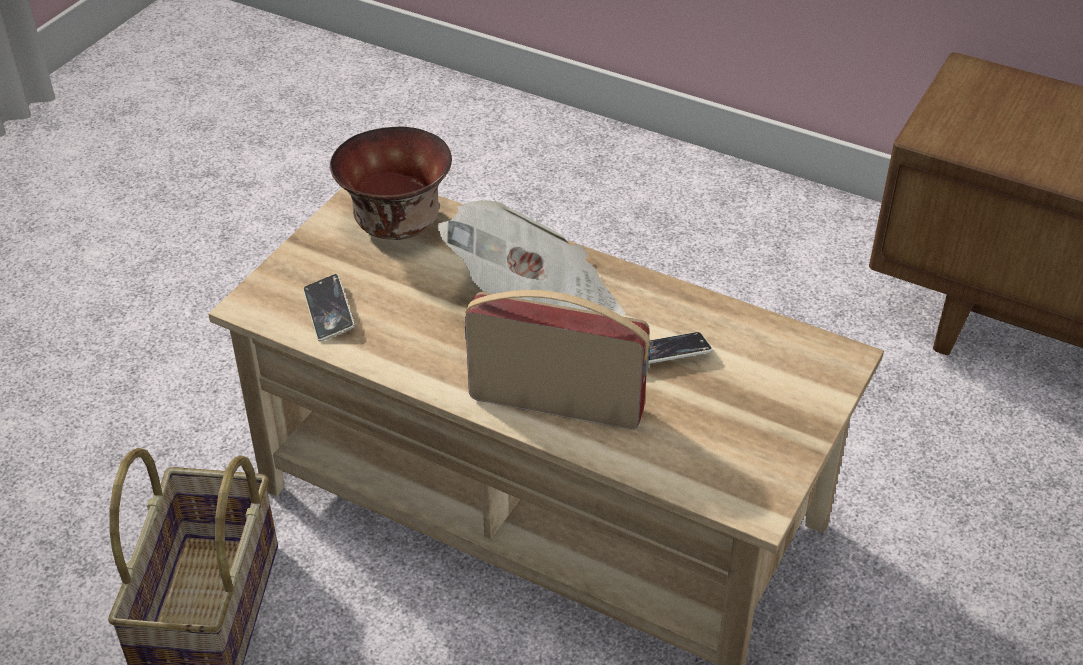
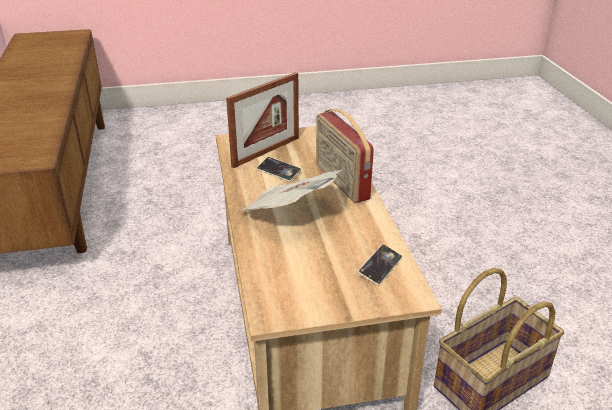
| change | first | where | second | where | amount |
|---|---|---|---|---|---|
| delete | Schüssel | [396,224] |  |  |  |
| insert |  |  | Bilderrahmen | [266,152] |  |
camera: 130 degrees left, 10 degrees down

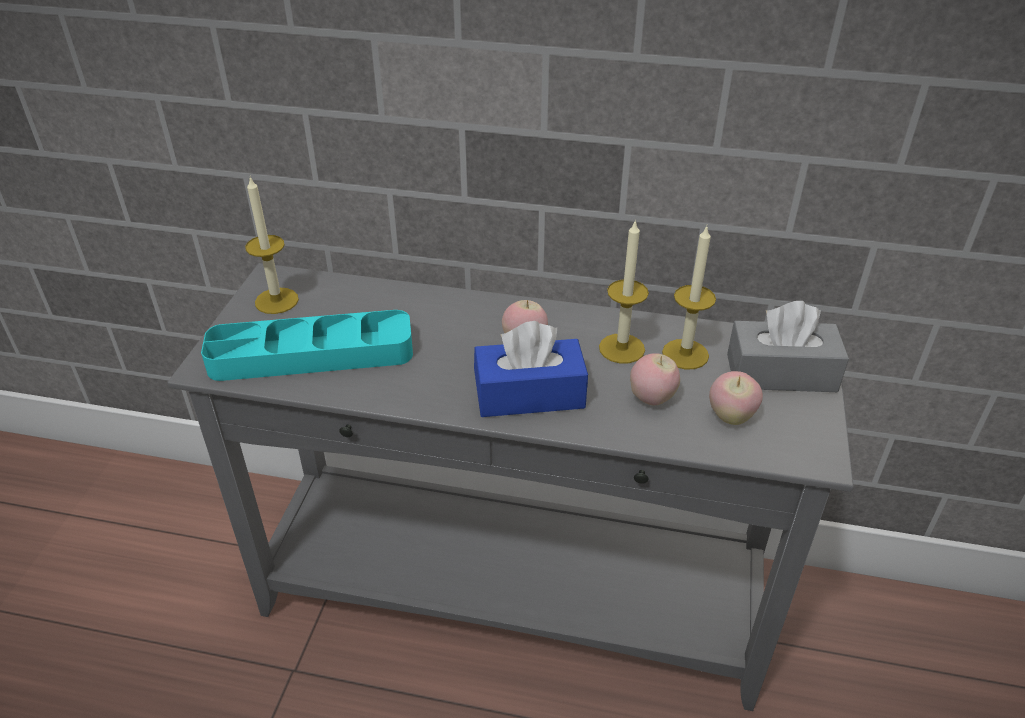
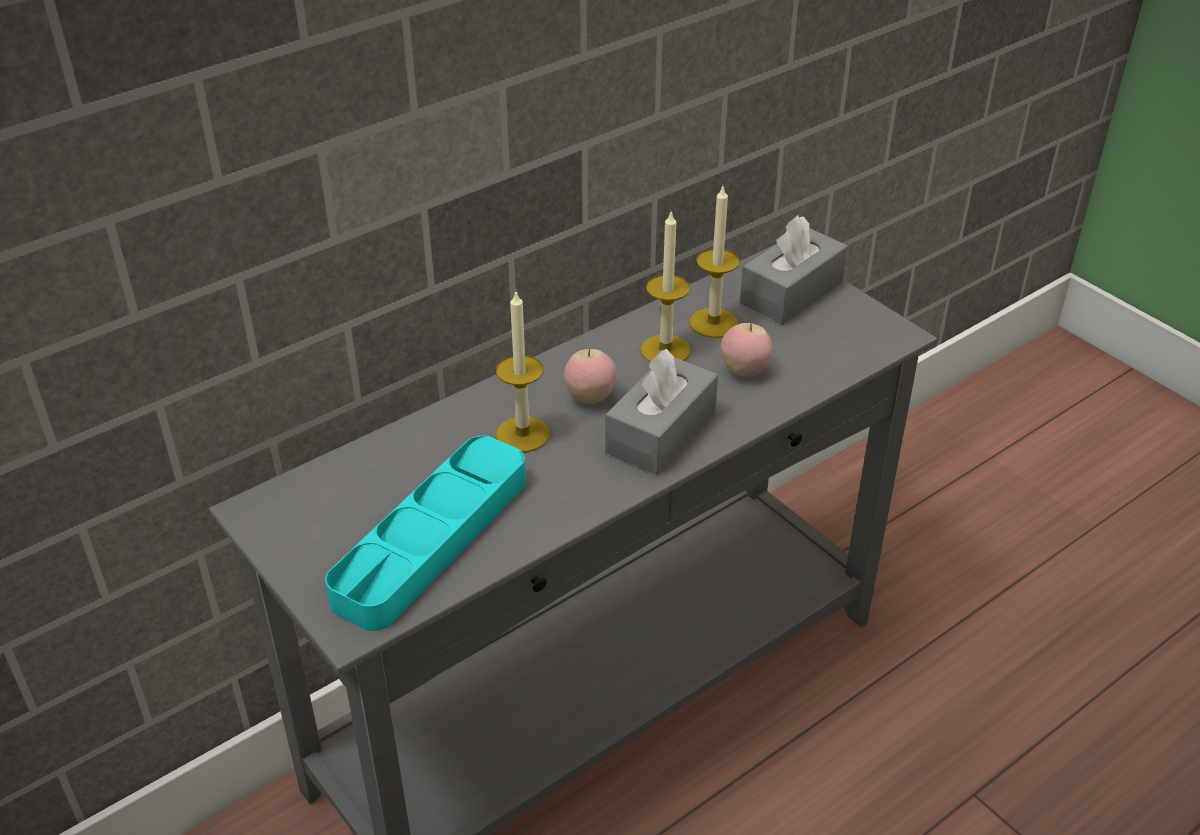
| change | first | where | second | where | amount |
|---|---|---|---|---|---|
| move | Kerze | [276,301] |  | [522,434] |  |
| recolor | Taschentuchbox (blau) | [529,394] | Taschentuchbox (grau) | [661,432] |  |
| delete | Apfel | [730,417] |  |  |  |
camera: 50 degrees left, 0 degrees up

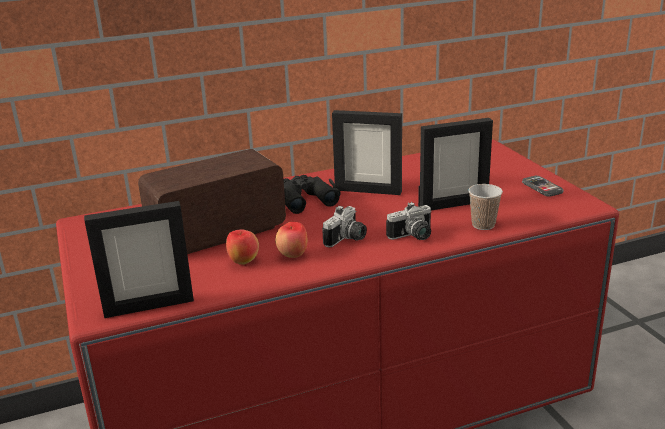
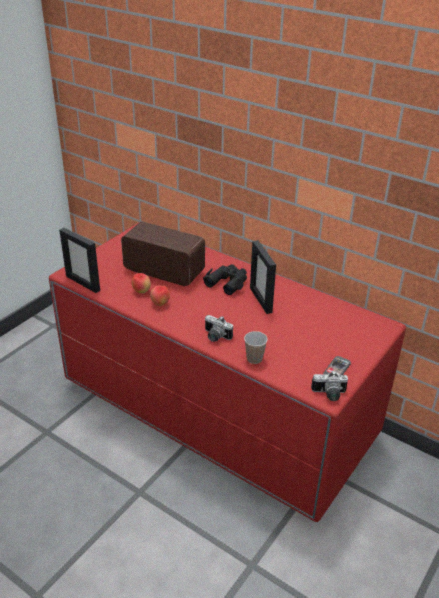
| change | first | where | second | where | amount |
|---|---|---|---|---|---|
| delete | Bilderrahmen | [453,204] |  |  |  |
| move | Kamera | [347,239] |  | [329,394] |  |
camera: 55 degrees right, 10 degrees up

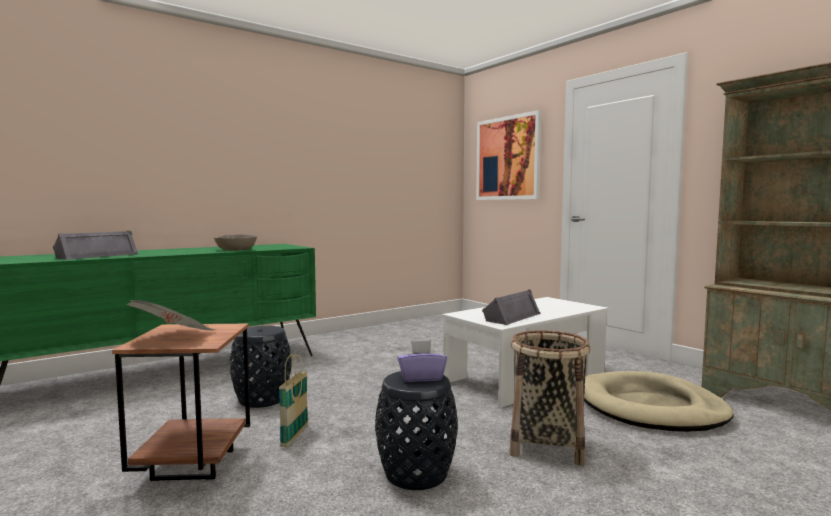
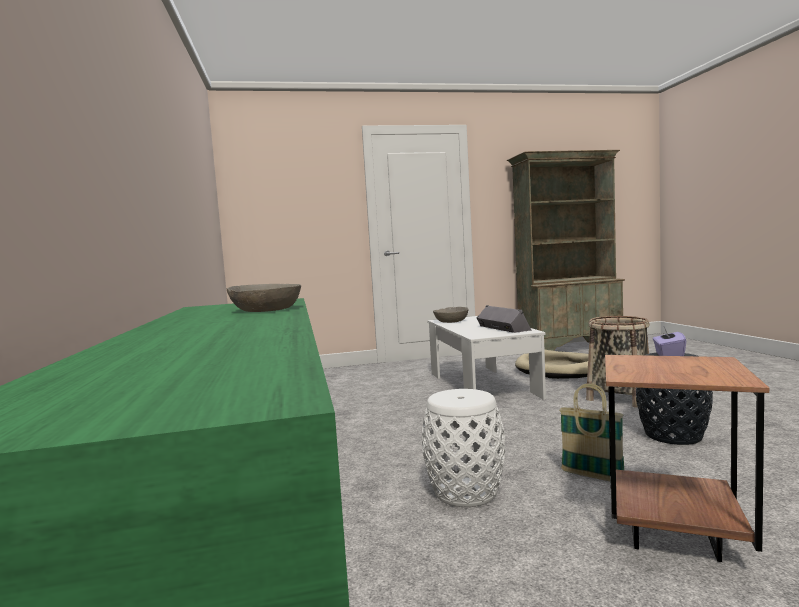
| change | first | where | second | where | amount |
|---|---|---|---|---|---|
| delete | Bild | [507,158] |  |  |  |
| delete | Lautsprecher (grau) | [97,256] |  |  |  |
| delete | Zeitung | [175,337] |  |  |  |
| recolor | Hocker (schwarz) | [262,399] | Hocker (weiß) | [465,492] |  |
| insert |  |  | Schüssel (grau) | [451,321] |  |
camera: 65 degrees left, 0 degrees up

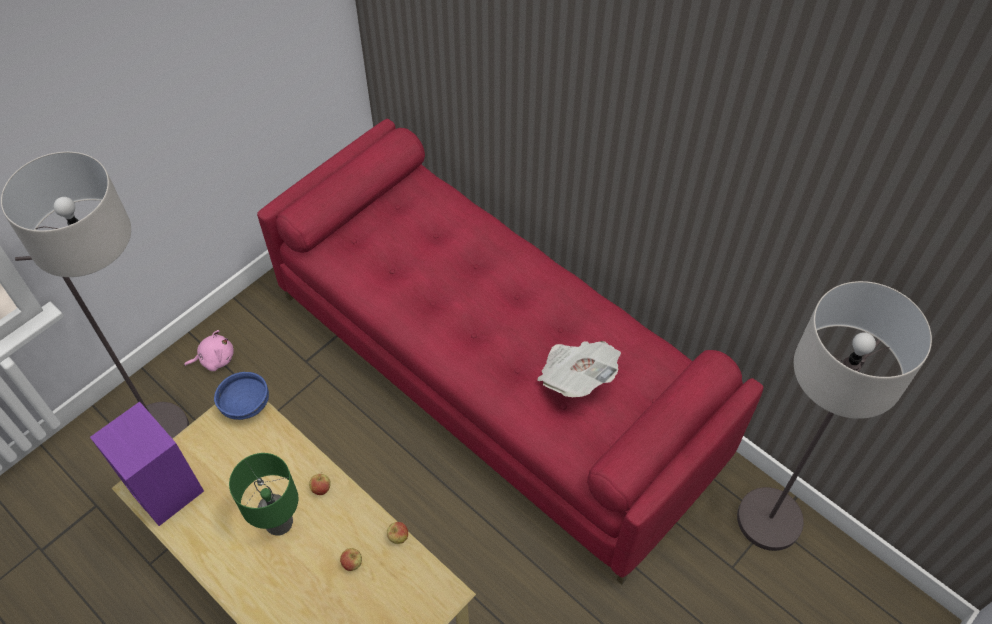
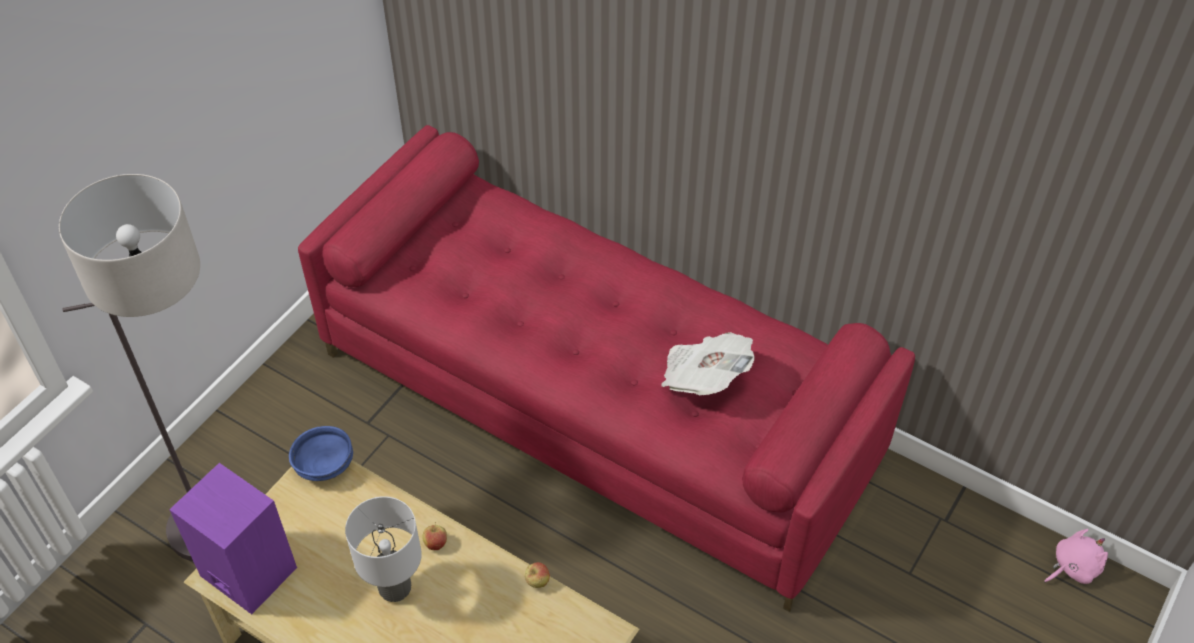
| change | first | where | second | where | amount |
|---|---|---|---|---|---|
| delete | Stehlampe (grau) | [757,533] |  |  |  |
| move | Plüschtier (rosa) | [215,359] |  | [1072,567] |  |
| recolor | Tischlampe (grün) | [278,524] | Tischlampe (weiß) | [393,590] |  |
| delete | Apfel | [352,563] |  |  |  |
camera: 10 degrees left, 5 degrees down

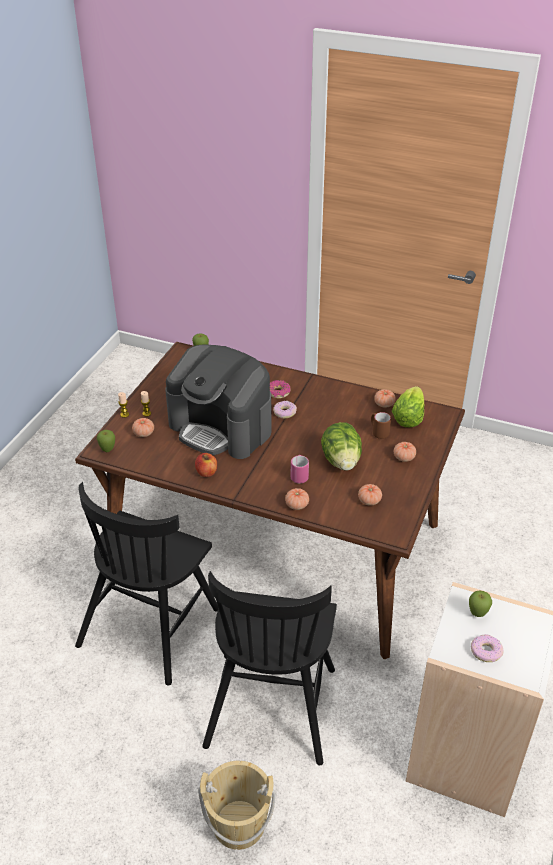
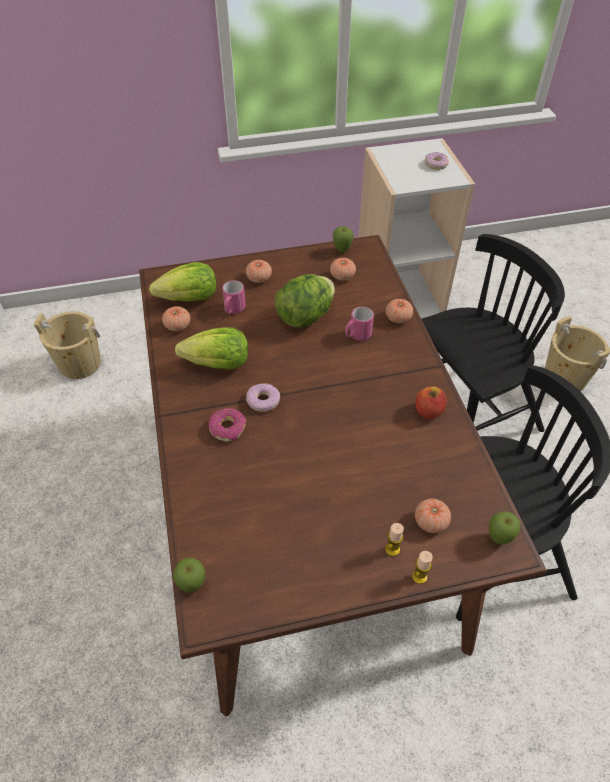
| change | first | where | second | where | amount |
|---|---|---|---|---|---|
| delete | Kaffeemaschine | [221,427] |  |  |  |
| recolor | Henkelbecher (braun) | [378,432] | Henkelbecher (rosa) | [233,310] |  |
| move | Apfel | [477,614] |  | [342,250] |  |
| insert |  |  | Eimer (beige) | [80,364] |  |
| insert |  |  | Salatkopf | [218,364] |  |
camera: 125 degrees left, 10 degrees up

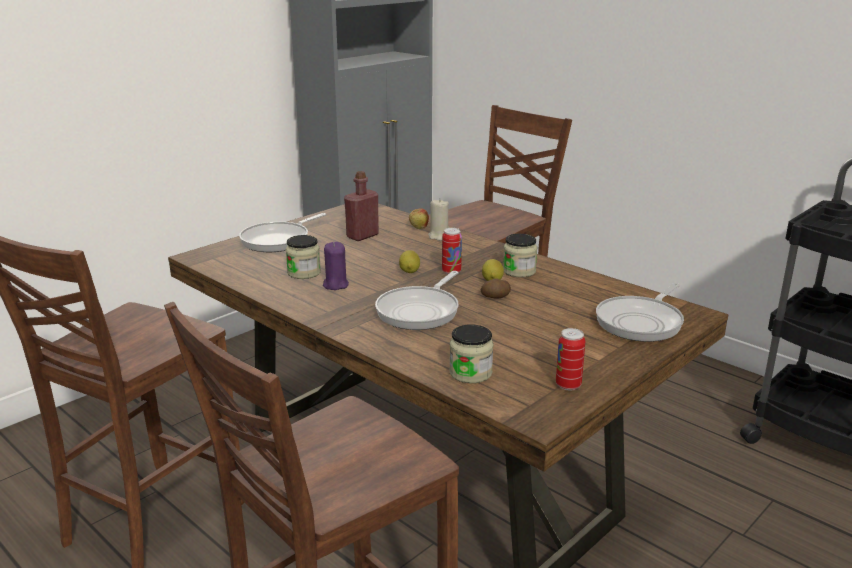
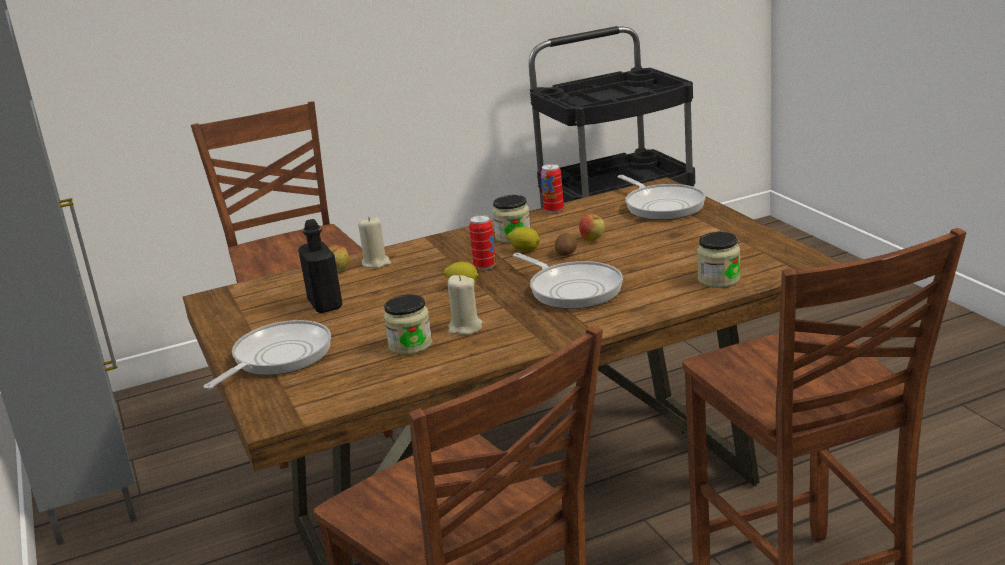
| change | first | where | second | where | amount |
|---|---|---|---|---|---|
| recolor | Flasche (rot) | [362,236] | Flasche (schwarz) | [325,304] |  |
| rotate | Pfanne | [279,240] |  | [278,358] | 120 degrees counterclockwise |
| recolor | Kerze (lila) | [335,285] | Kerze (beige) | [465,328] |  |
| move | Dose | [568,385] |  | [553,210] |  |
| insert |  |  | Apfel | [592,240] |  |
camera: 65 degrees left, 0 degrees up

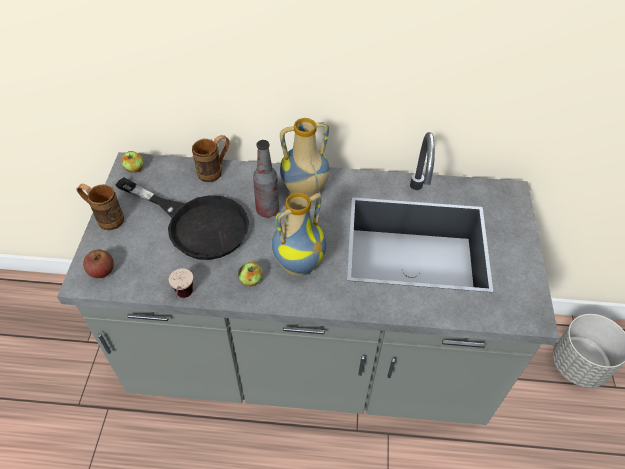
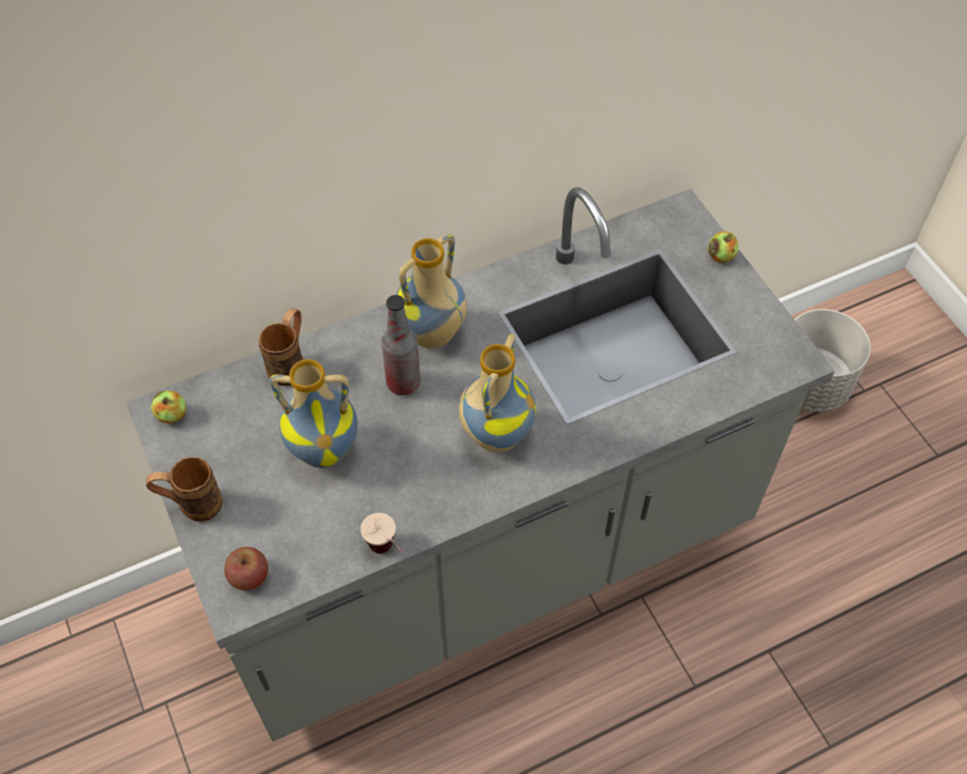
| change | first | where | second | where | amount |
|---|---|---|---|---|---|
| replace | Pfanne (schwarz) | [196,223] | Vase | [325,448] |  |
| move | Apfel | [251,280] |  | [721,256] |  |
camera: 30 degrees left, 5 degrees up

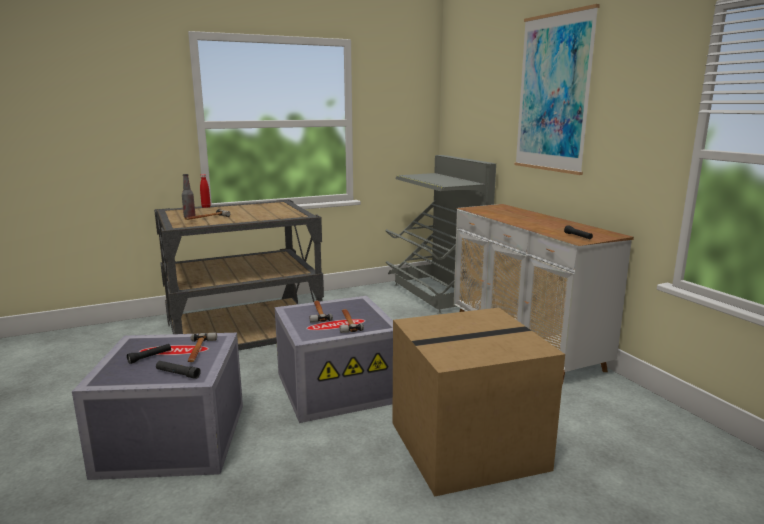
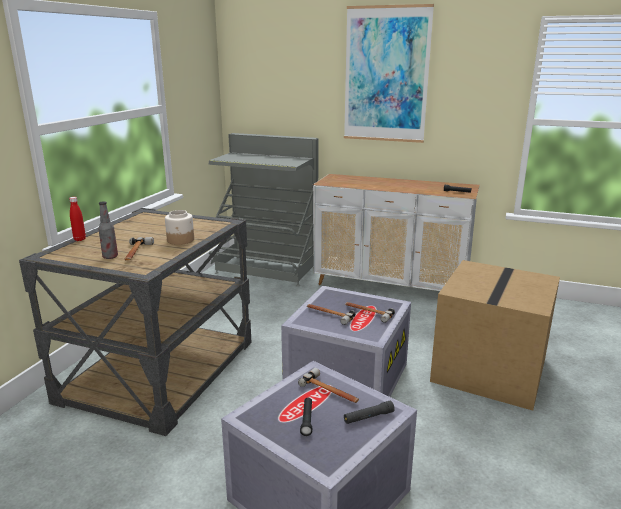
| change | first | where | second | where | amount |
|---|---|---|---|---|---|
| insert |  |  | Vorratsglas | [181,240] |  |
camera: 45 degrees left, 5 degrees up

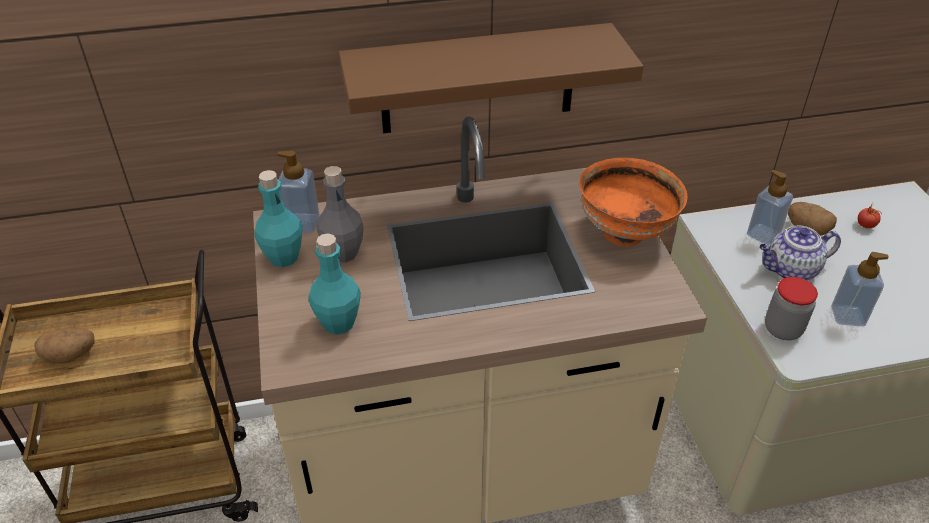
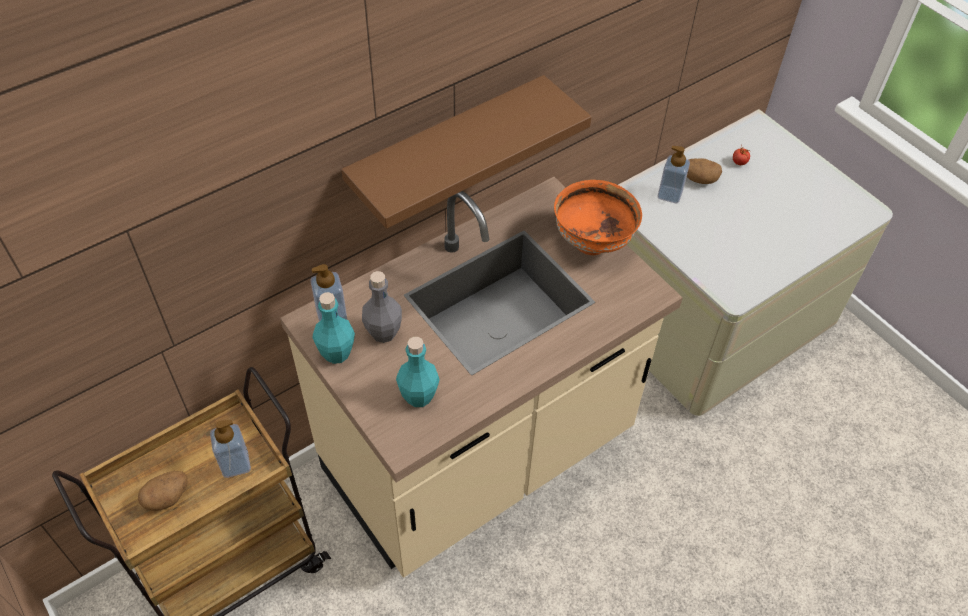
| change | first | where | second | where | amount |
|---|---|---|---|---|---|
| delete | Teekanne | [790,270] |  |  |  |
| move | Seifenspender | [847,316] |  | [235,464] |  |
| delete | Vorratsglas | [782,329] |  |  |  |
camera: 25 degrees left, 10 degrees up

